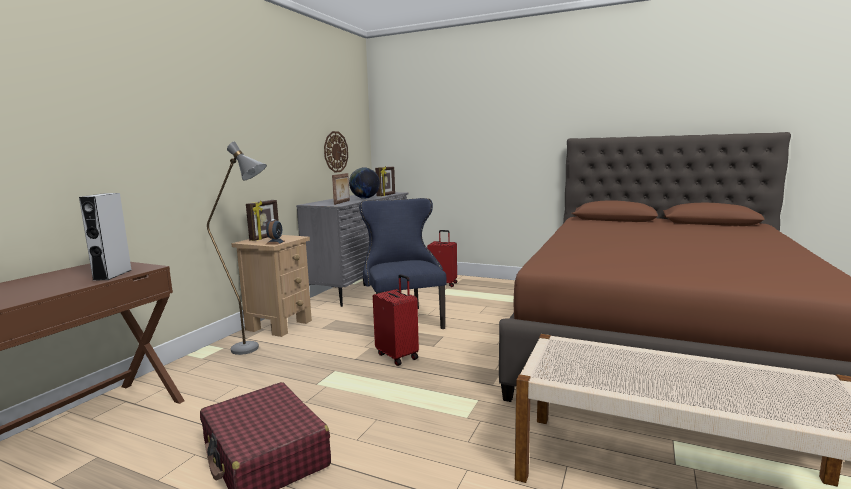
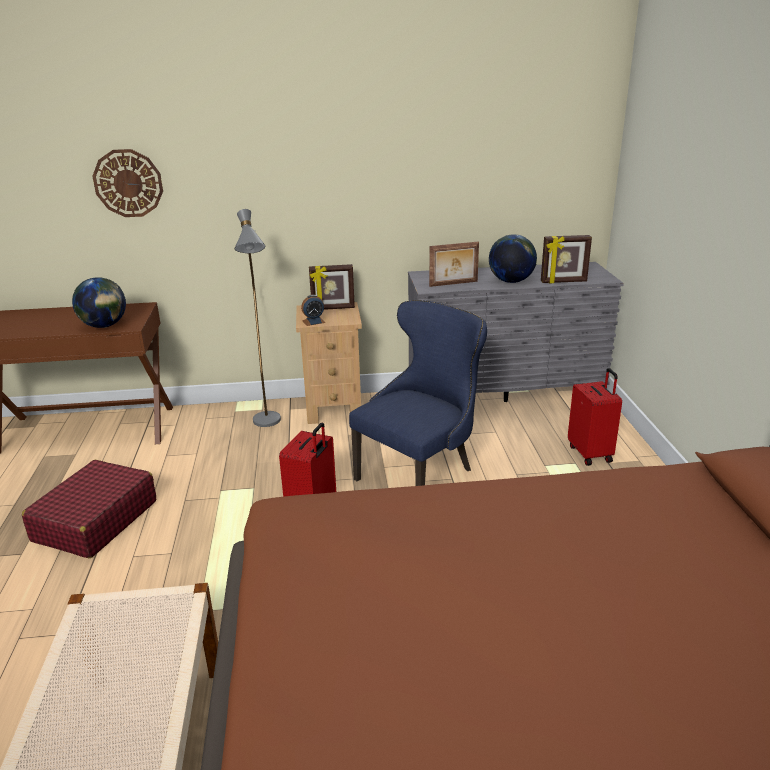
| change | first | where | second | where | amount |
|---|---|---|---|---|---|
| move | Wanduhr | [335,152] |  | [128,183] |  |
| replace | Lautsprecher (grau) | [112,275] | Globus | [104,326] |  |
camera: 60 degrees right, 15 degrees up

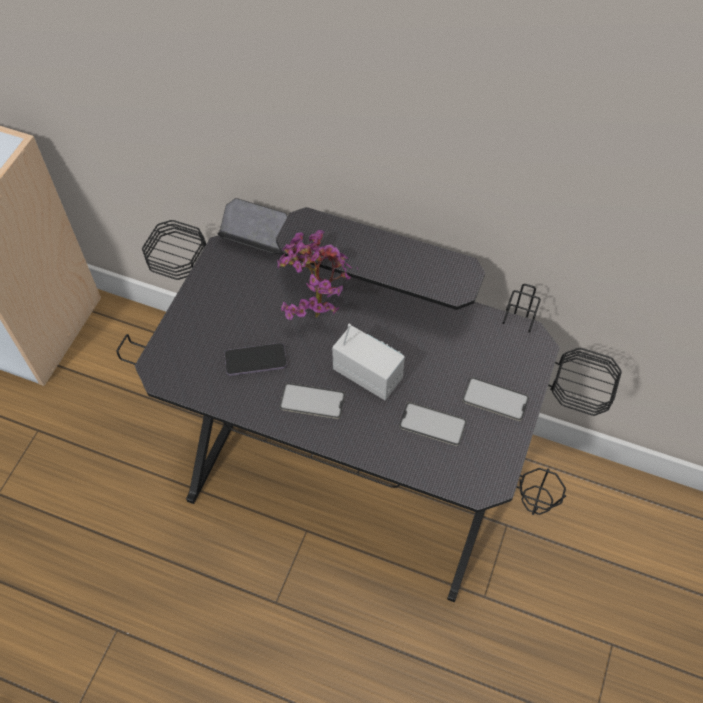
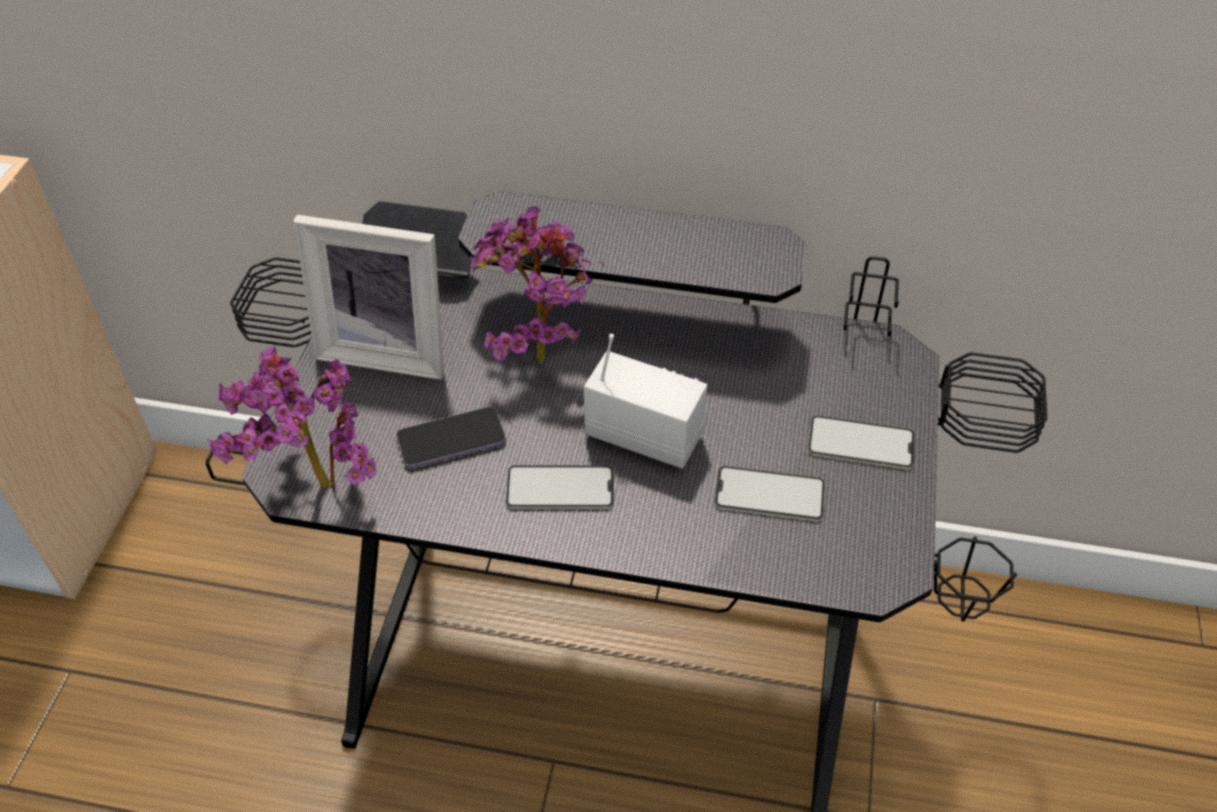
| change | first | where | second | where | amount |
|---|---|---|---|---|---|
| insert |  |  | Bilderrahmen | [387,349] |  |
| insert |  |  | Topfpflanze | [313,488] |  |
camera: 10 degrees left, 10 degrees down

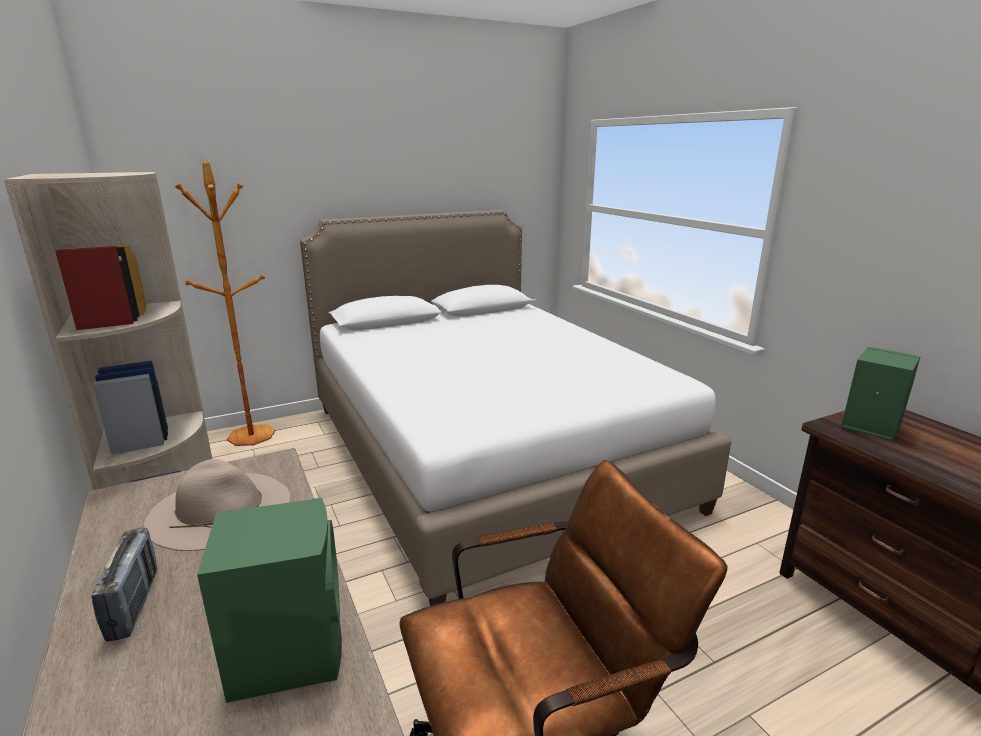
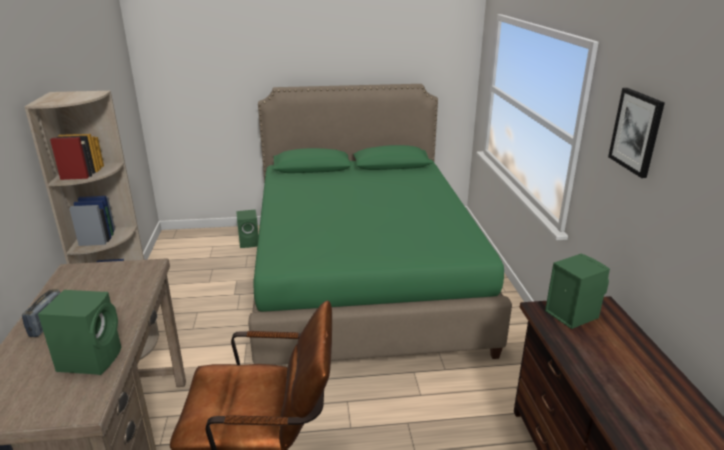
| change | first | where | second | where | amount |
|---|---|---|---|---|---|
| delete | Kleiderständer (orange) | [251,435] |  |  |  |
| recolor | Bett (weiß) | [486,454] | Bett (grün) | [362,279] |  |
| delete | Hut (beige) | [220,509] |  |  |  |
| insert |  |  | Bild | [636,131] |  |
| insert |  |  | Lautsprecher (grün) | [250,242] |  |
camera: 20 degrees right, 5 degrees up

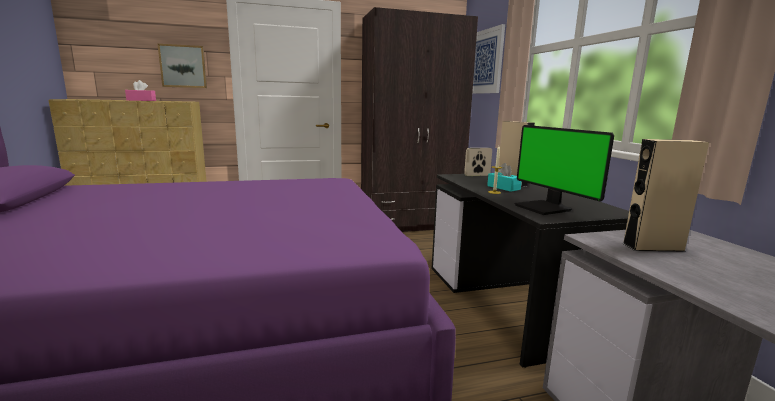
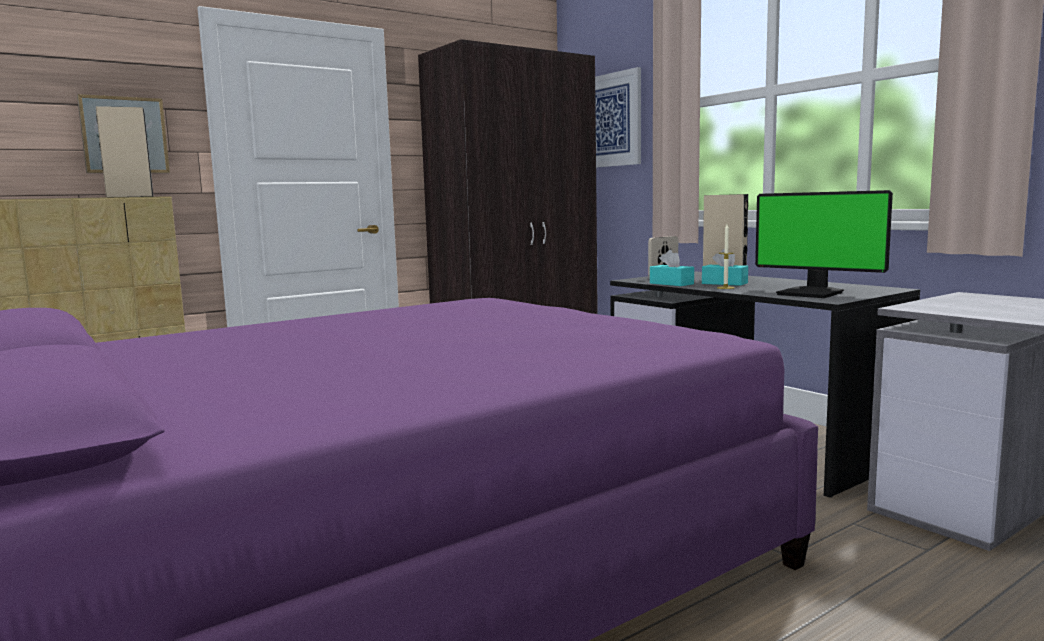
| change | first | where | second | where | amount |
|---|---|---|---|---|---|
| delete | Taschentuchbox (rosa) | [141,100] |  |  |  |
| move | Lautsprecher (beige) | [653,247] |  | [130,197] |  |
| insert |  |  | Taschentuchbox (türkis) | [671,283] |  |
camera: 20 degrees left, 5 degrees down

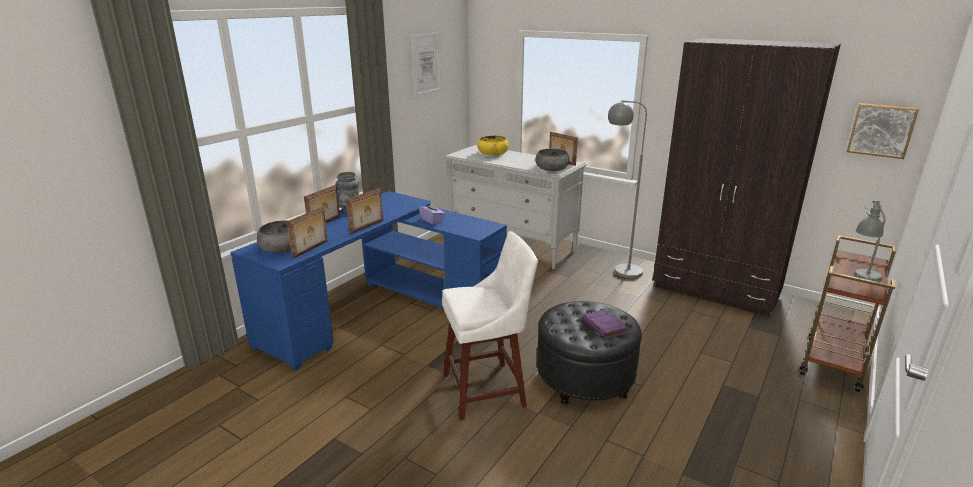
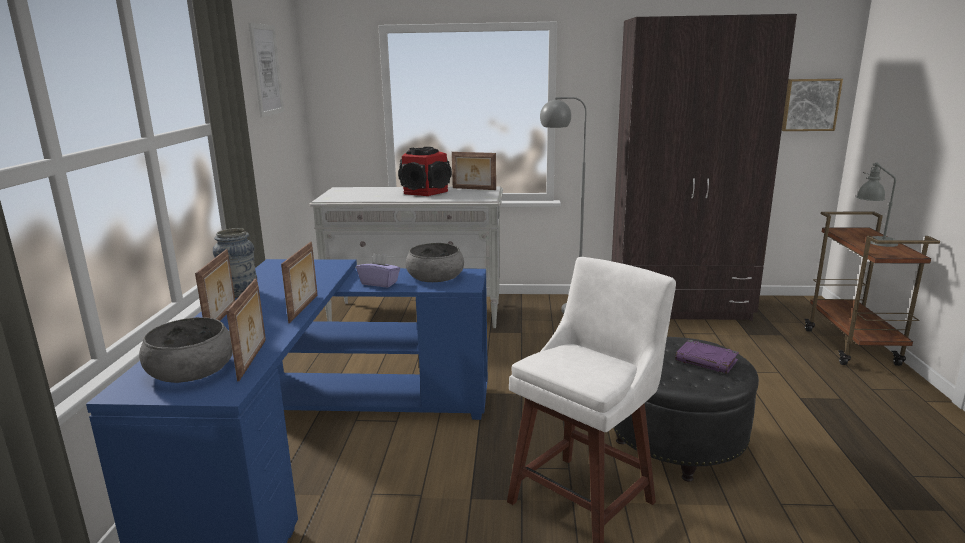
| change | first | where | second | where | amount |
|---|---|---|---|---|---|
| delete | Schüssel (gelb) | [493,153] |  |  |  |
| move | Schüssel (grau) | [552,168] |  | [435,276] |  |
| insert |  |  | Lautsprecher | [425,191] |  |
camera: 30 degrees left, 5 degrees down

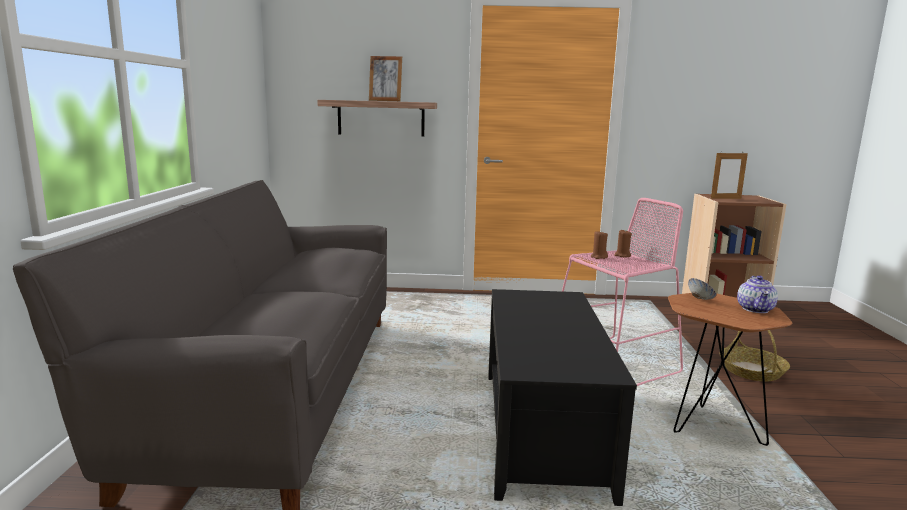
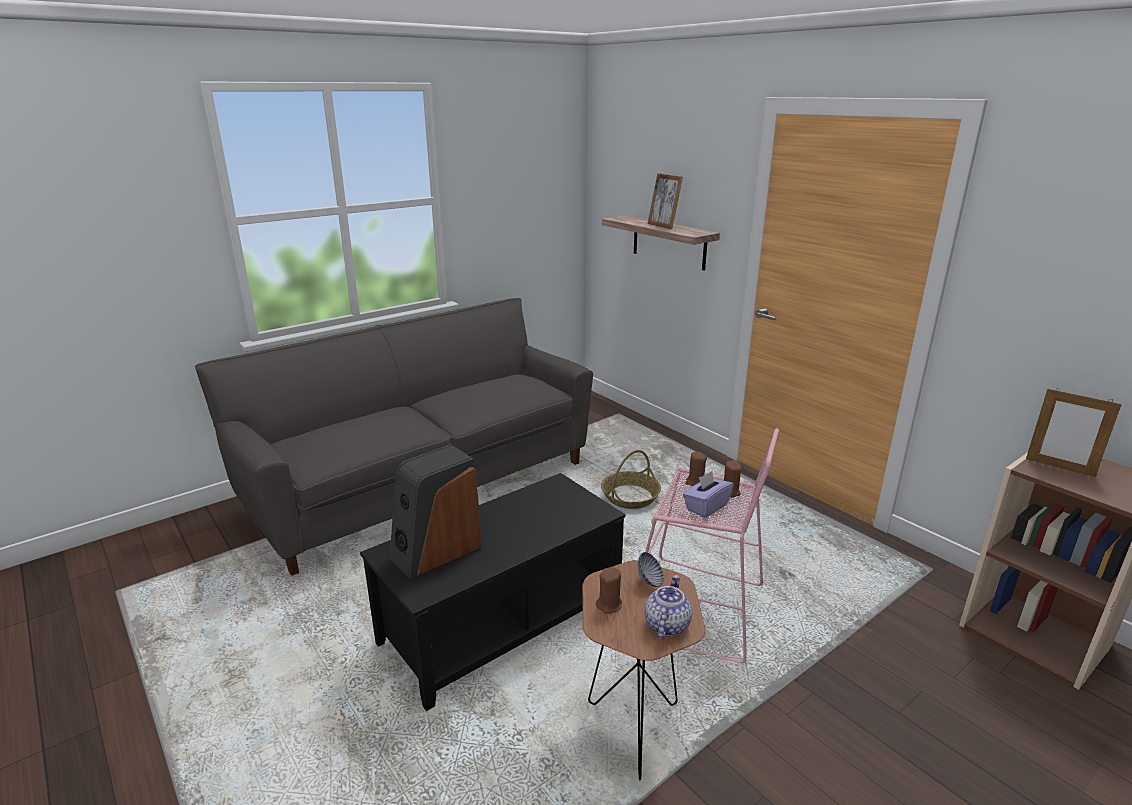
| change | first | where | second | where | amount |
|---|---|---|---|---|---|
| rotate | Teekanne | [755,309] |  | [666,624] | 135 degrees clockwise |
| move | Korb | [752,371] |  | [630,497] |  |
| insert |  |  | Lautsprecher | [436,551] |  |
| insert |  |  | Taschentuchbox (lila) | [706,507] |  |
| insert |  |  | Kerze (braun) | [609,605] |  |
camera: 50 degrees right, 10 degrees up

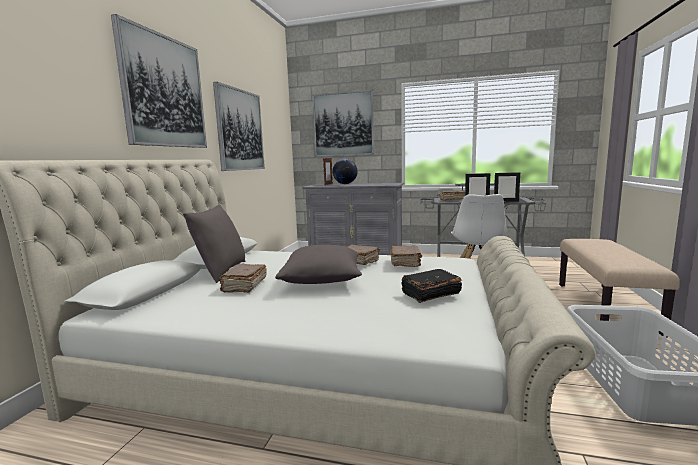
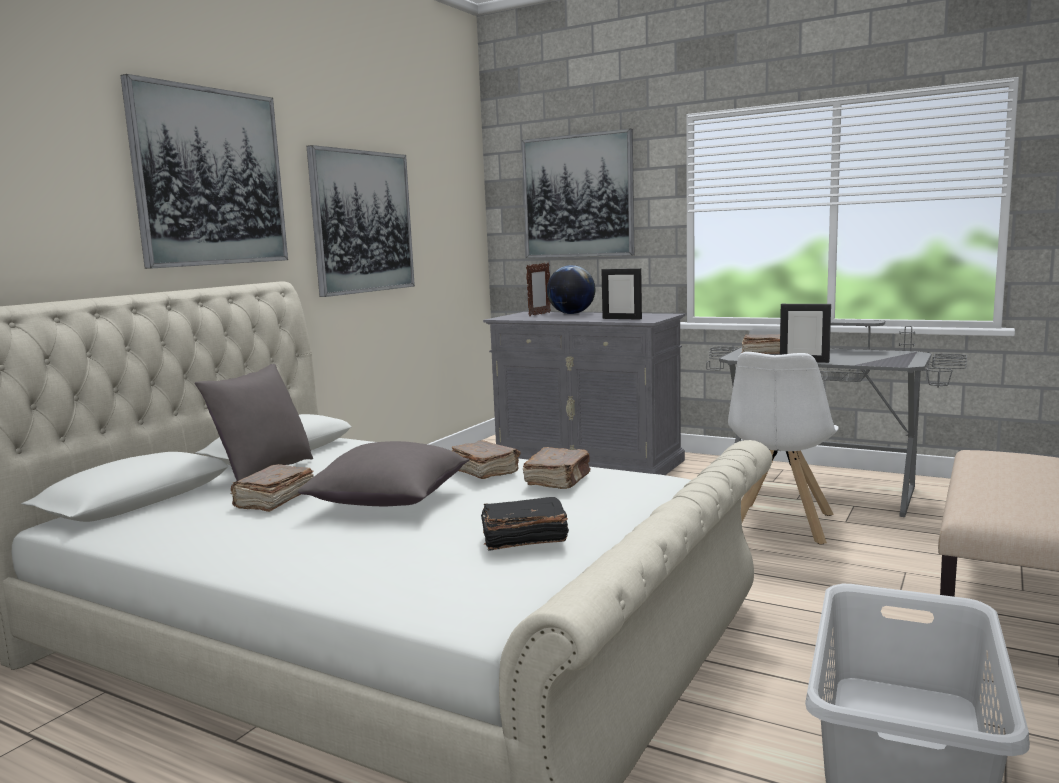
| change | first | where | second | where | amount |
|---|---|---|---|---|---|
| move | Bilderrahmen | [506,201] |  | [622,318] |  |
camera: 15 degrees right, 0 degrees up

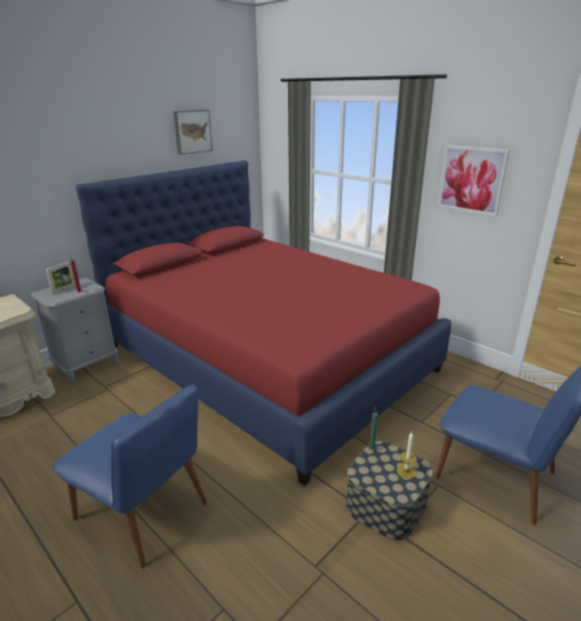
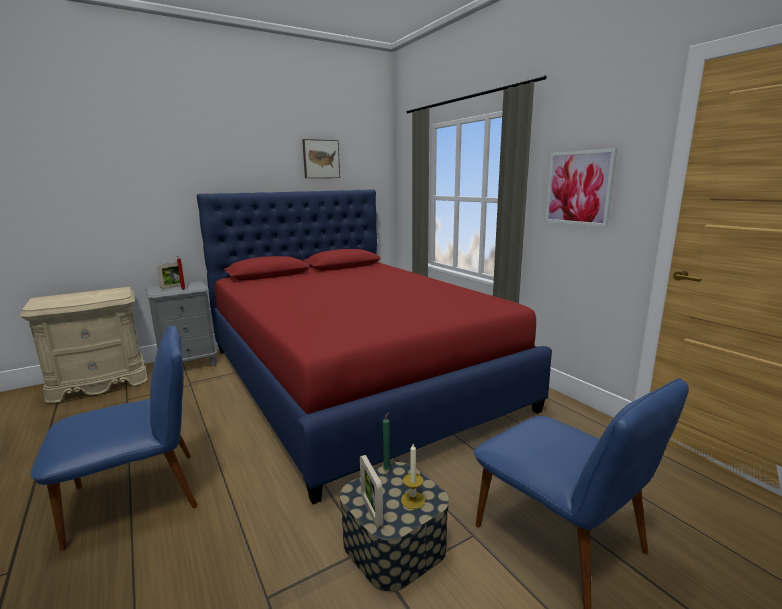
| change | first | where | second | where | amount |
|---|---|---|---|---|---|
| rotate | Stuhl (blau) | [141,510] |  | [135,496] | 75 degrees counterclockwise |
| insert |  |  | Bilderrahmen | [371,511] |  |
camera: 15 degrees right, 10 degrees down

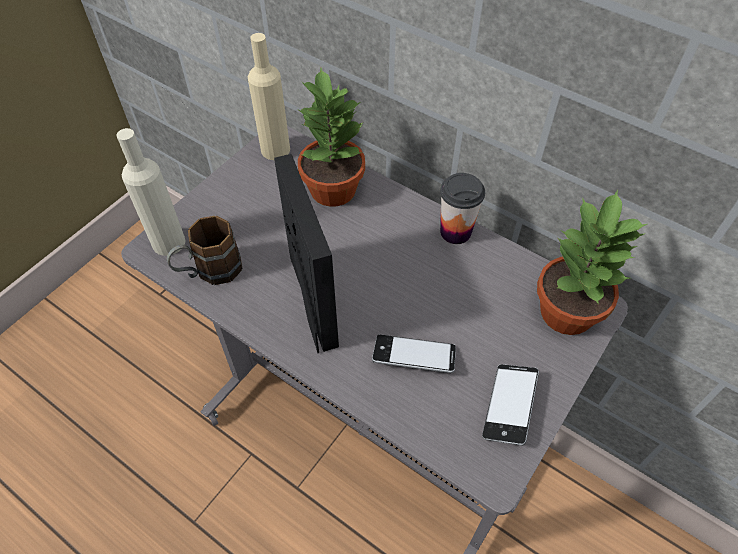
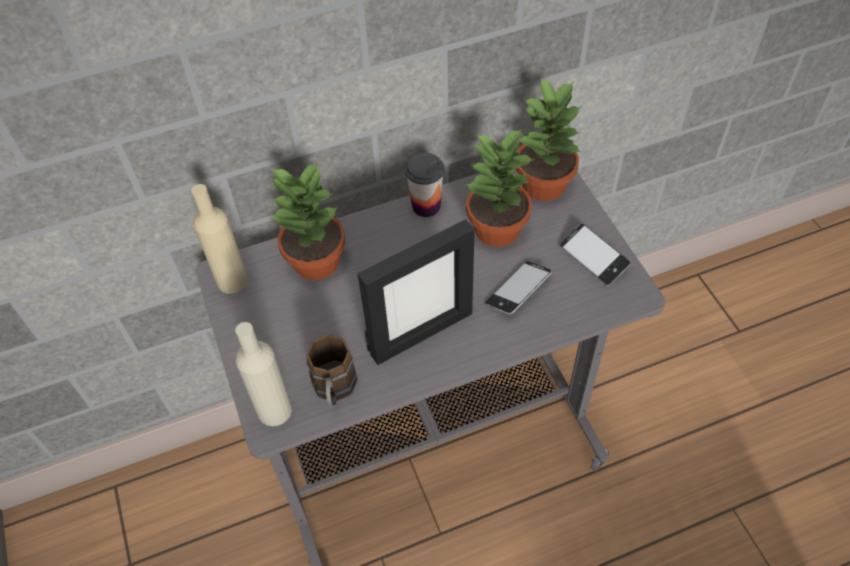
| change | first | where | second | where | amount |
|---|---|---|---|---|---|
| rotate | Bilderrahmen | [310,301] |  | [420,332] | 135 degrees clockwise |
| insert |  |  | Topfpflanze | [495,229] |  |
camera: 55 degrees left, 0 degrees up

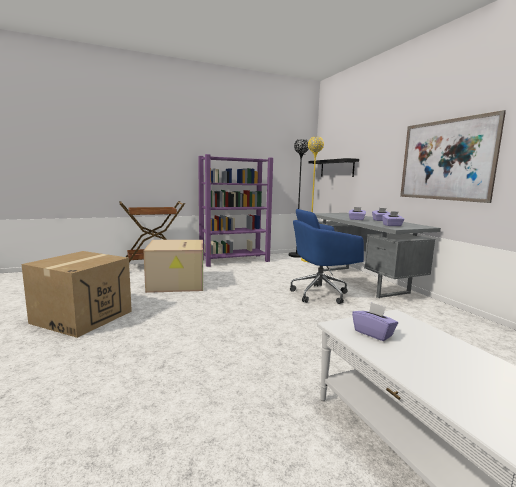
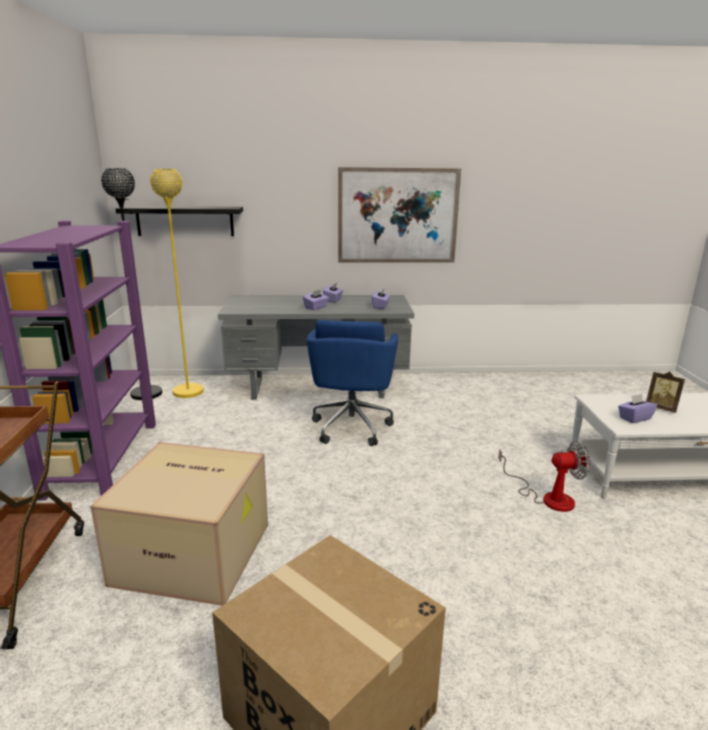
| change | first | where | second | where | amount |
|---|---|---|---|---|---|
| insert |  |  | Bilderrahmen | [661,408] |  |
| insert |  |  | Ventilator | [547,497] |  |
camera: 70 degrees left, 10 degrees up

